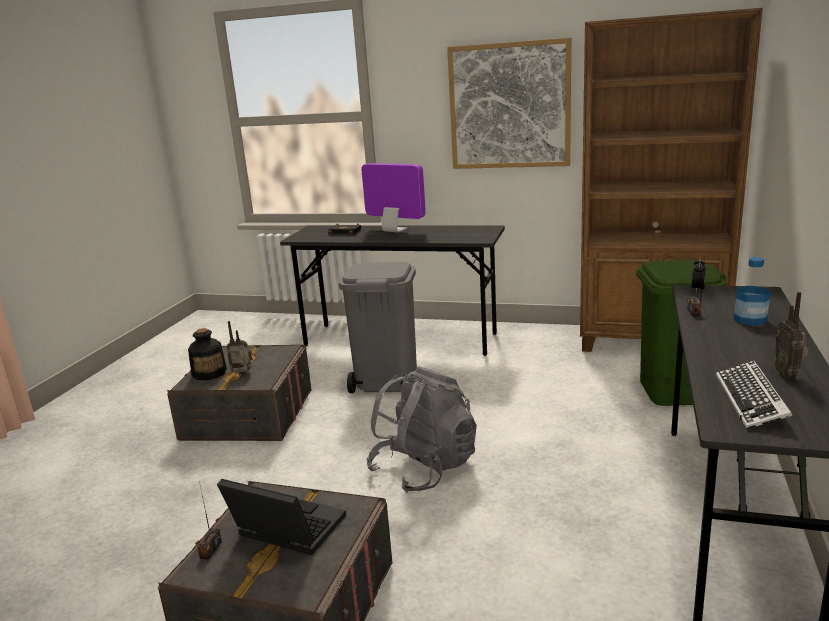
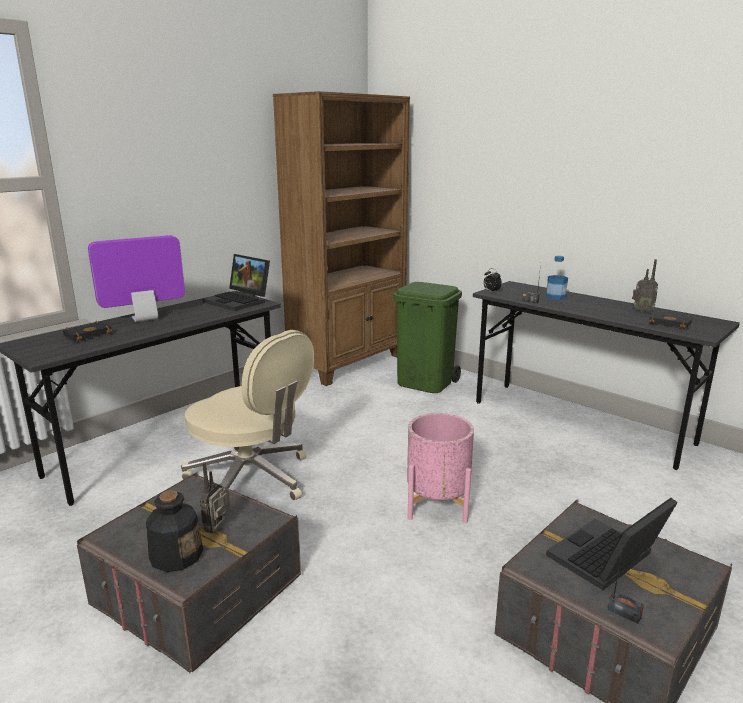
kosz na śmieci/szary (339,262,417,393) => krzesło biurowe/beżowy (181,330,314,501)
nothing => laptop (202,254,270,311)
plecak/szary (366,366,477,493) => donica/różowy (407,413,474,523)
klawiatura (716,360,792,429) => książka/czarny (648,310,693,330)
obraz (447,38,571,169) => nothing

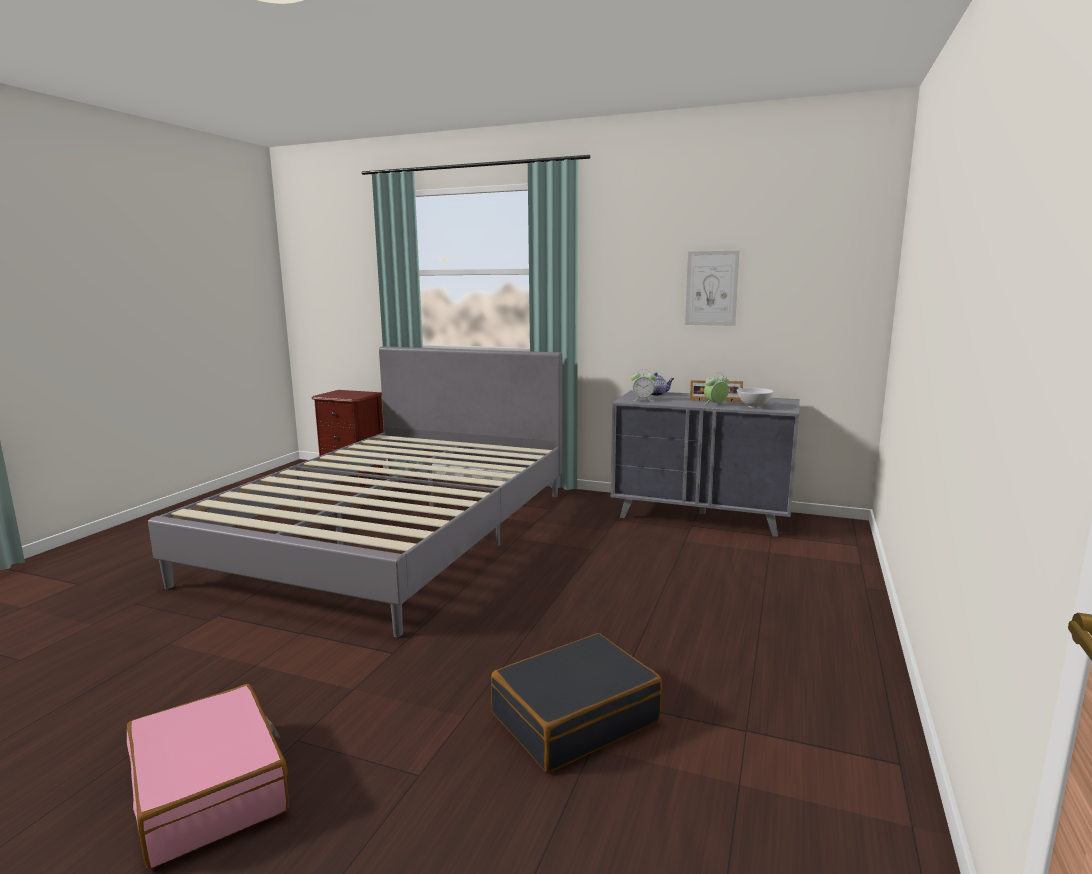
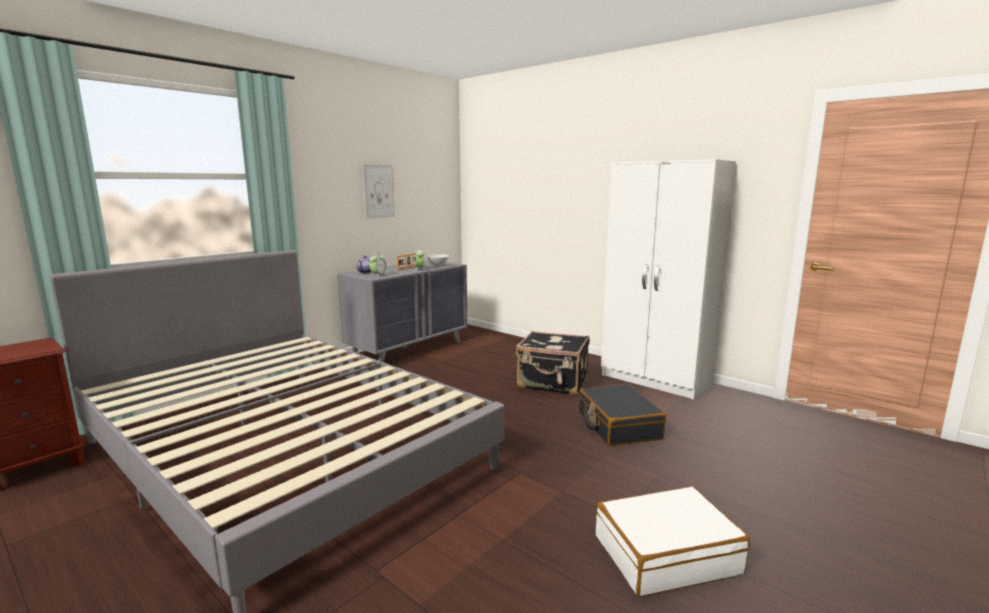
nothing => walizka/czarny (516,331,590,395)
walizka/różowy (127,684,289,869) => walizka/biały (595,486,750,597)
nothing => szafa/biały (601,159,736,400)

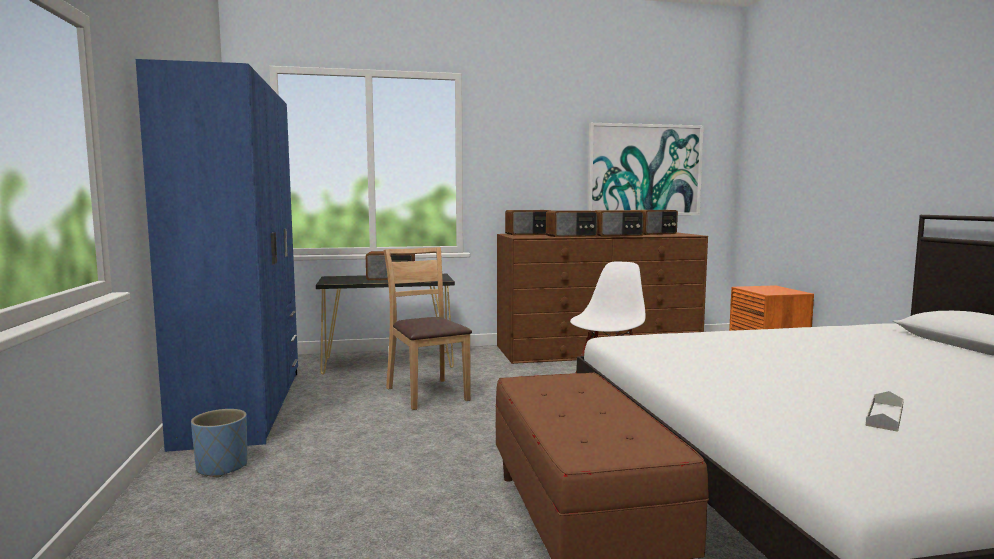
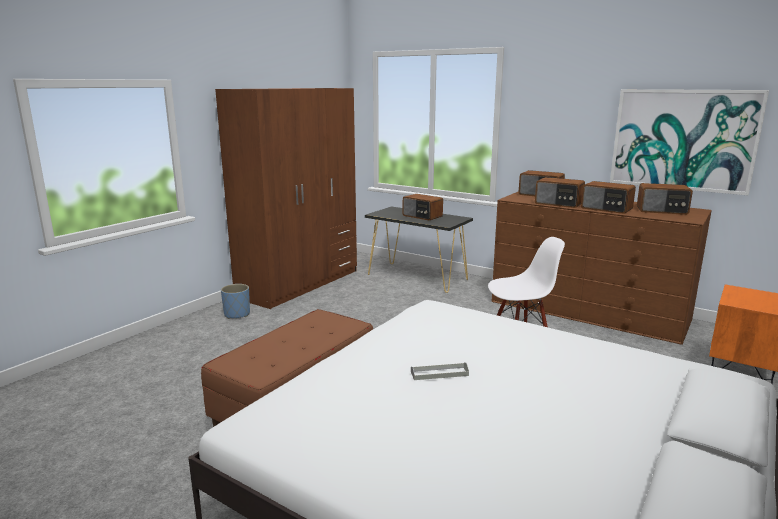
szafa/niebieski (136,59,298,452) => szafa/brązowy (215,88,357,309)
taca/szary (866,391,904,432) => taca/szary (411,363,469,380), move
krzesło/brązowy (383,247,472,410) => nothing

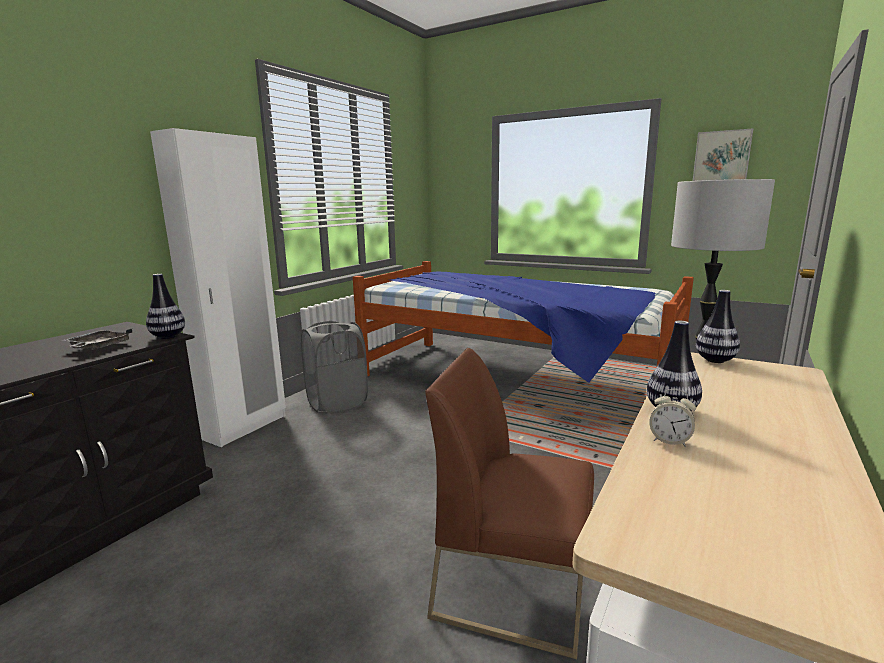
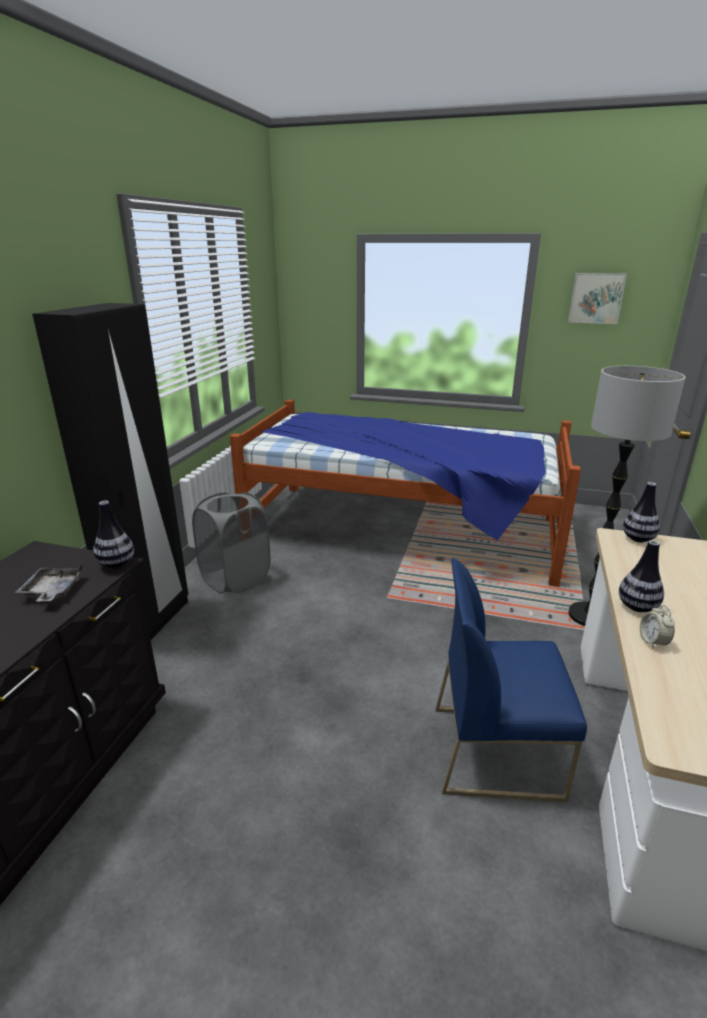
szafa/biały (150,128,286,447) => szafa/czarny (32,303,188,640)
krzesło/brązowy (425,348,594,659) => krzesło/niebieski (435,558,587,802)
budzik (649,389,696,447) => budzik (640,605,675,648), 75 degrees clockwise

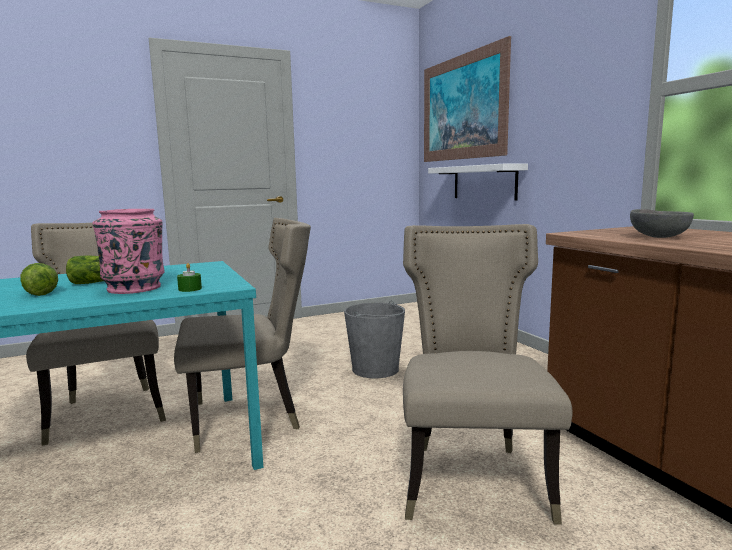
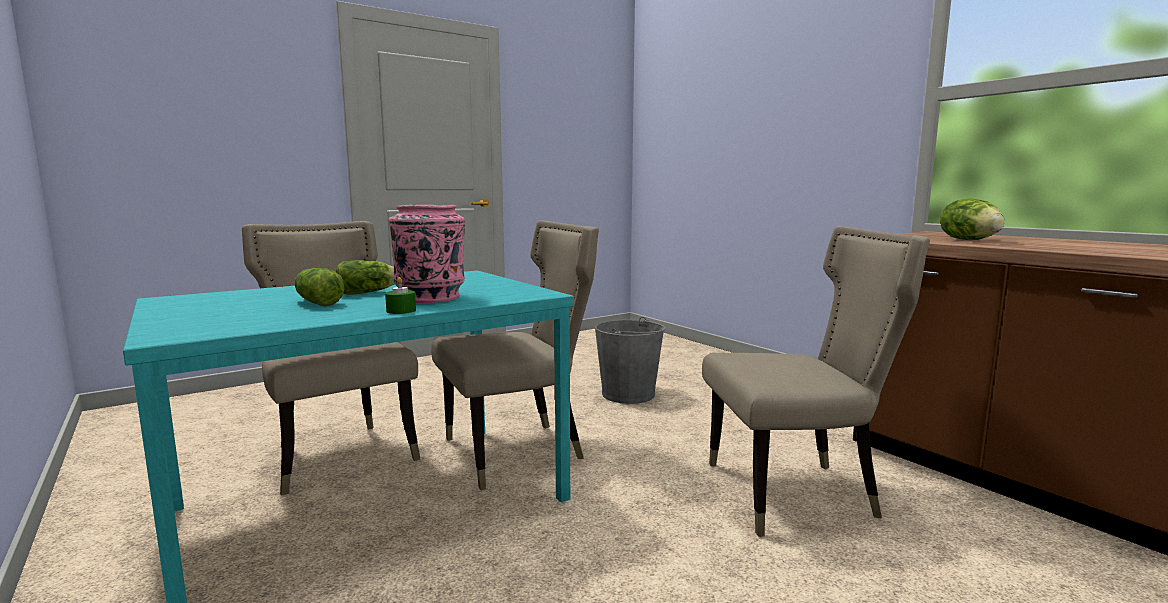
świeca/zielony (177,263,202,292) => świeca/zielony (385,277,416,314), move
krzesło/beżowy (403,224,573,525) => krzesło/beżowy (702,226,930,537), 90 degrees clockwise
miska/szary (630,209,694,238) => sałata (940,199,1005,240)
obraz (424,36,511,162) => nothing
półka/biały (428,163,528,200) => nothing

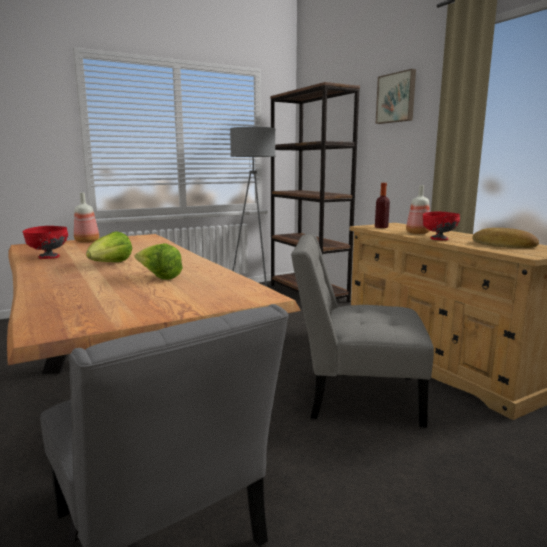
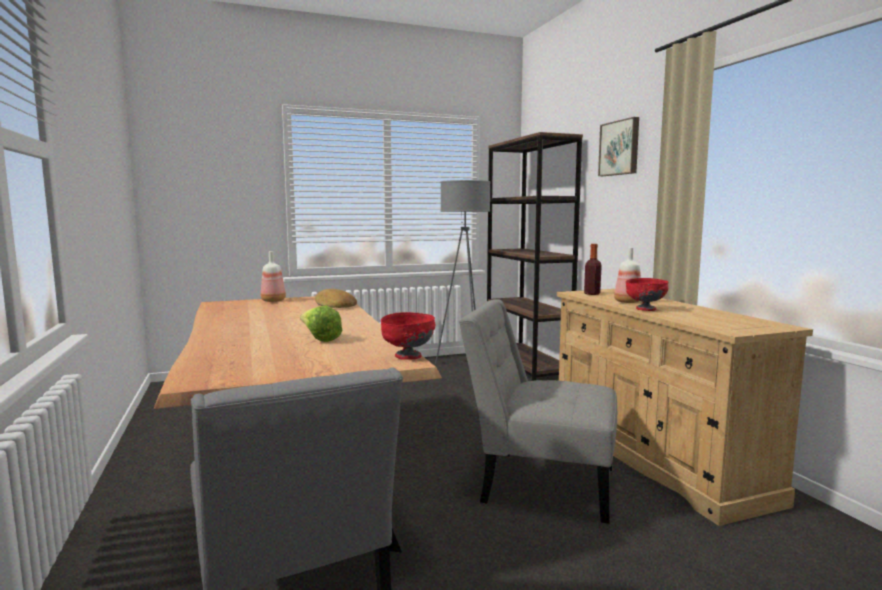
chleb (472,228,539,248) => chleb (315,289,357,308), move
miska/czerwony (23,226,68,259) => miska/czerwony (381,312,435,360), move
sałata (86,231,132,262) => nothing

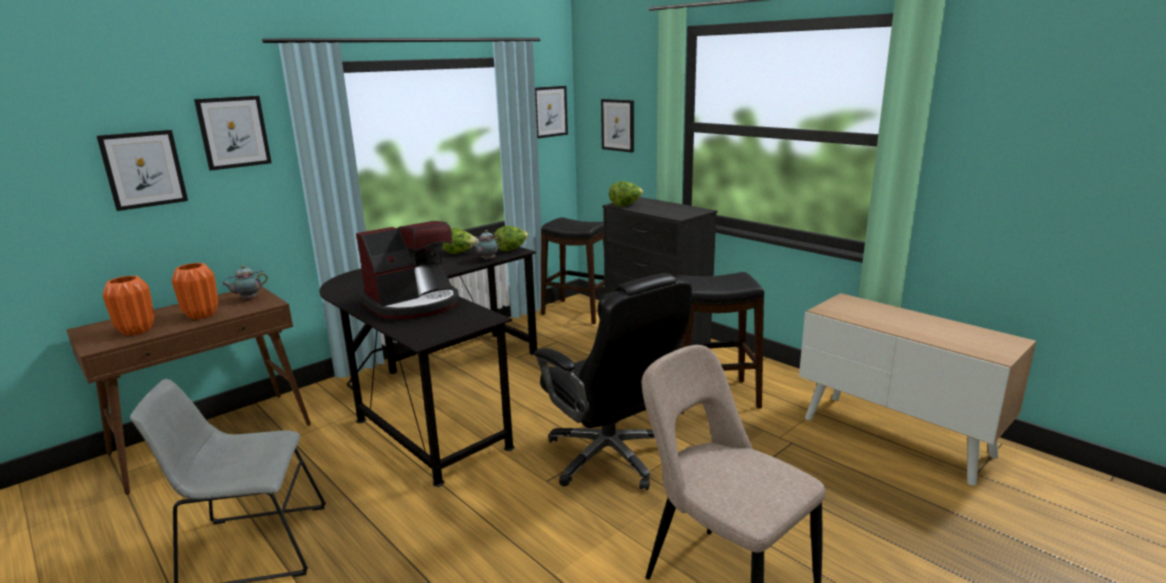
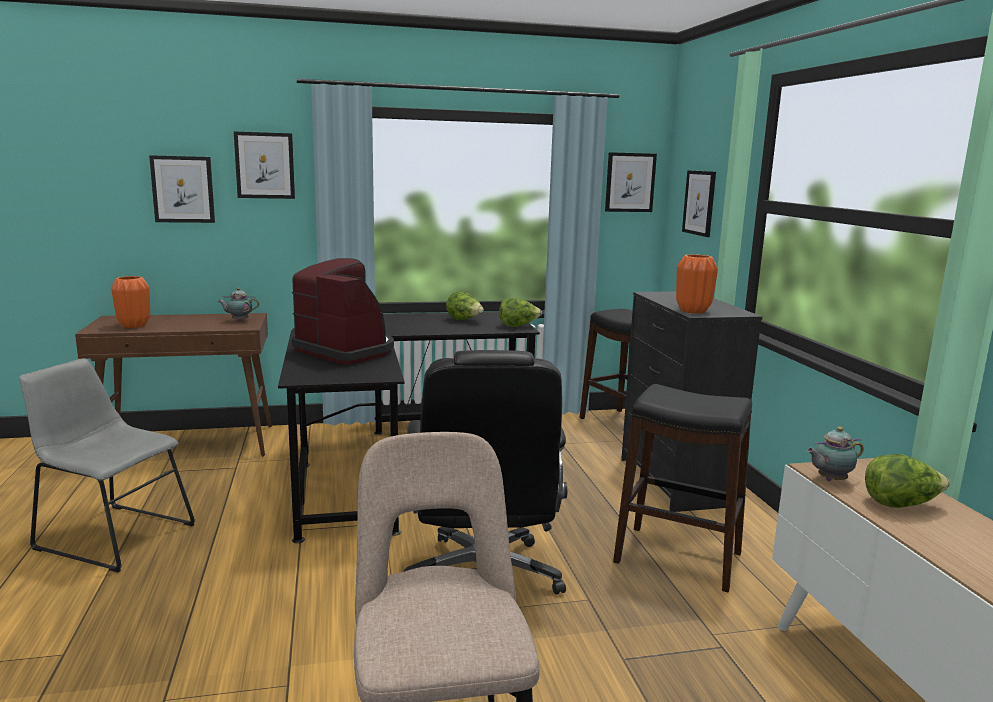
ekspres do kawy (356,221,459,319) => ekspres do kawy (291,258,394,365), 135 degrees counterclockwise
wazon/pomarańczowy (171,263,218,320) => wazon/pomarańczowy (676,254,718,314), move
imbryk (472,230,501,260) => imbryk (806,427,864,481), move
sałata (609,181,643,207) => sałata (865,454,950,508), move

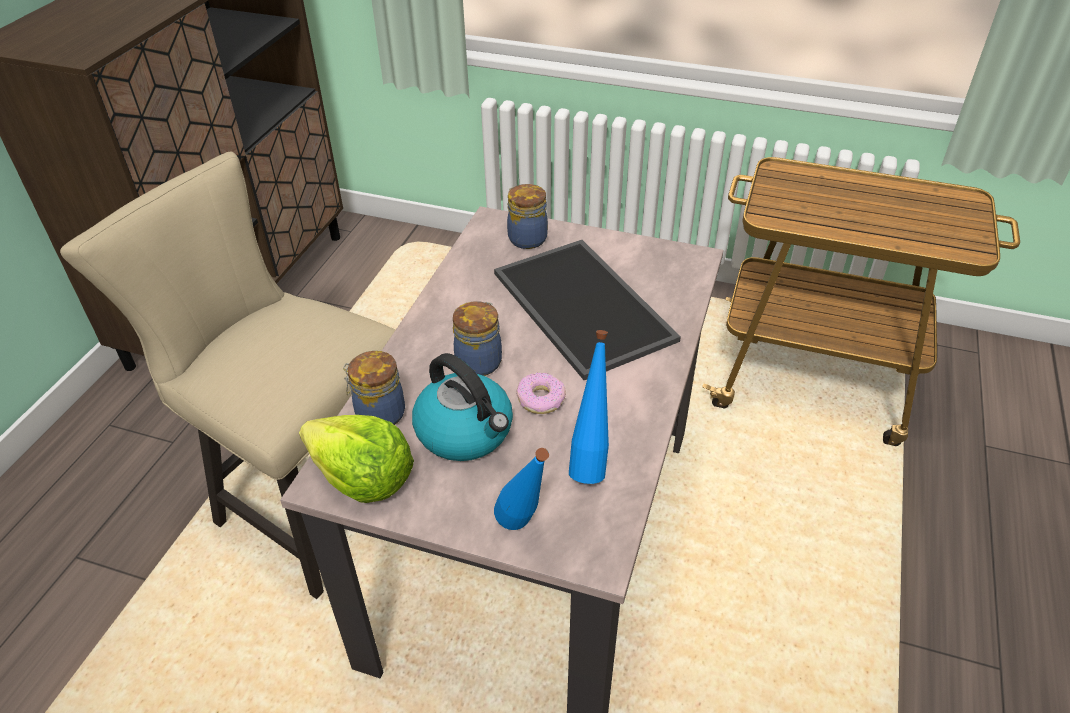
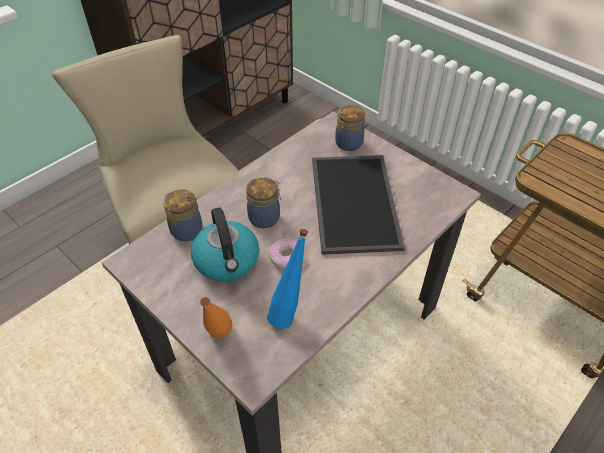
butelka/niebieski (494,448,549,530) => butelka/pomarańczowy (200,297,232,338)
sałata (299,415,414,503) => nothing

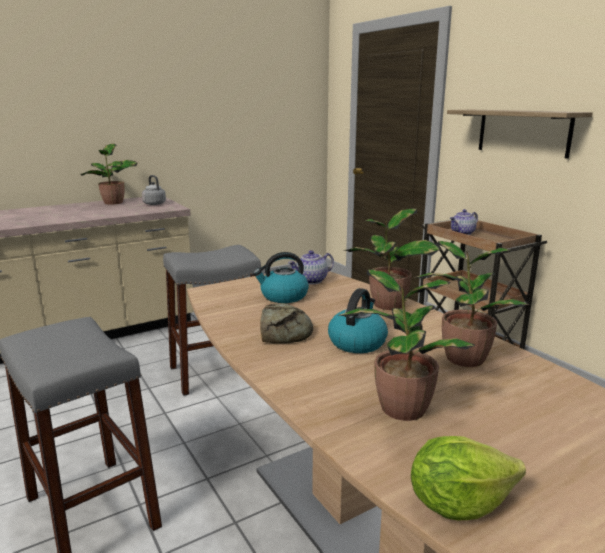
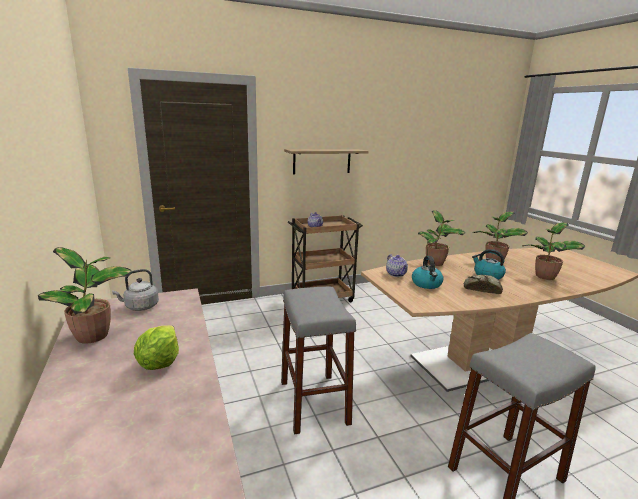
sałata (411,436,526,521) => sałata (134,325,179,370), move

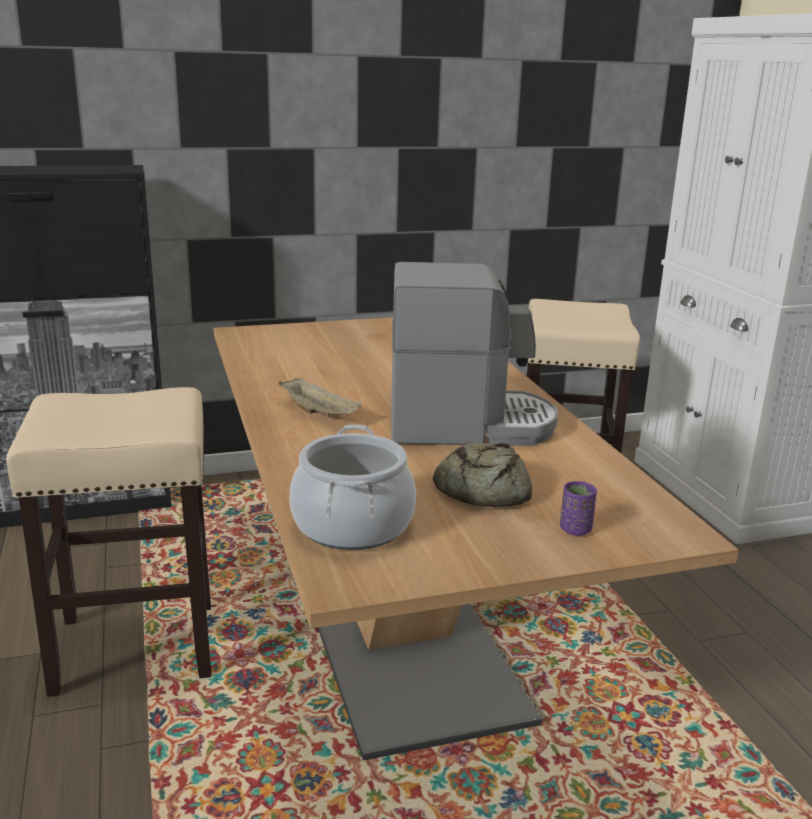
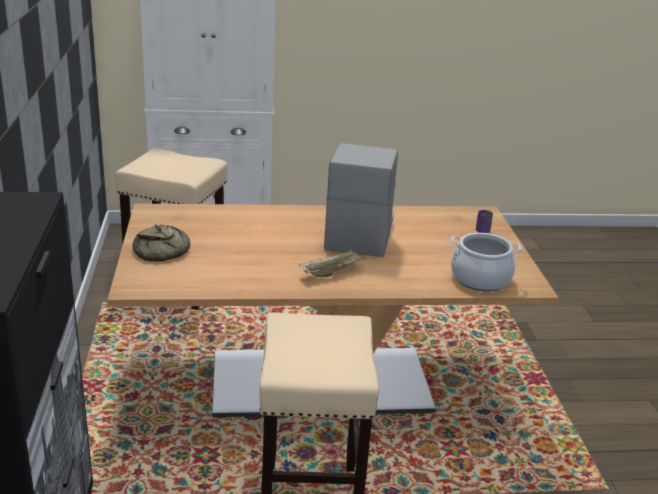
chleb (433,442,532,507) => chleb (132,224,190,261), move

